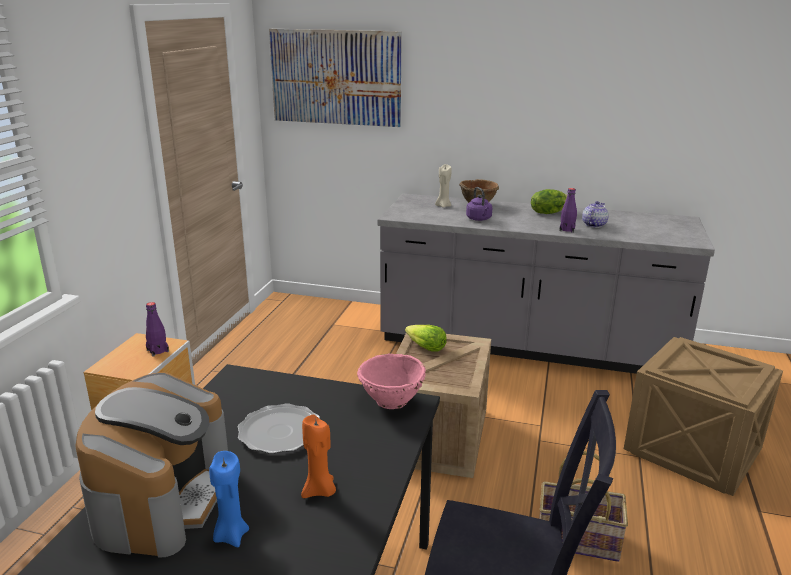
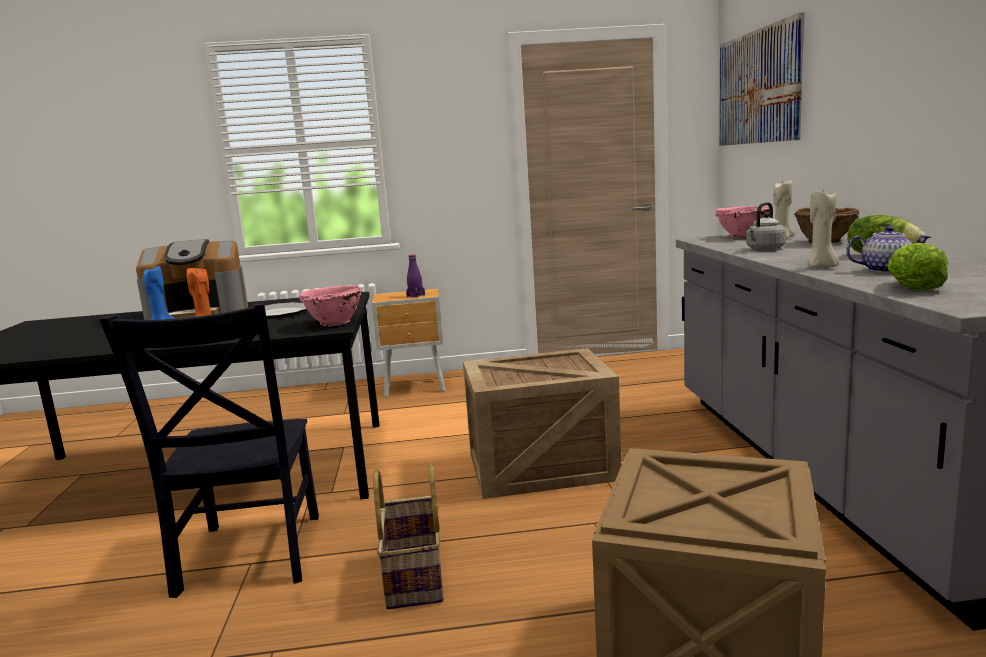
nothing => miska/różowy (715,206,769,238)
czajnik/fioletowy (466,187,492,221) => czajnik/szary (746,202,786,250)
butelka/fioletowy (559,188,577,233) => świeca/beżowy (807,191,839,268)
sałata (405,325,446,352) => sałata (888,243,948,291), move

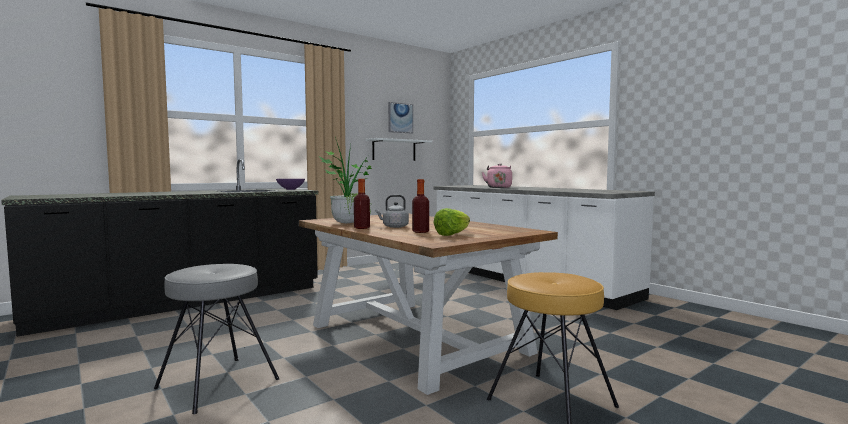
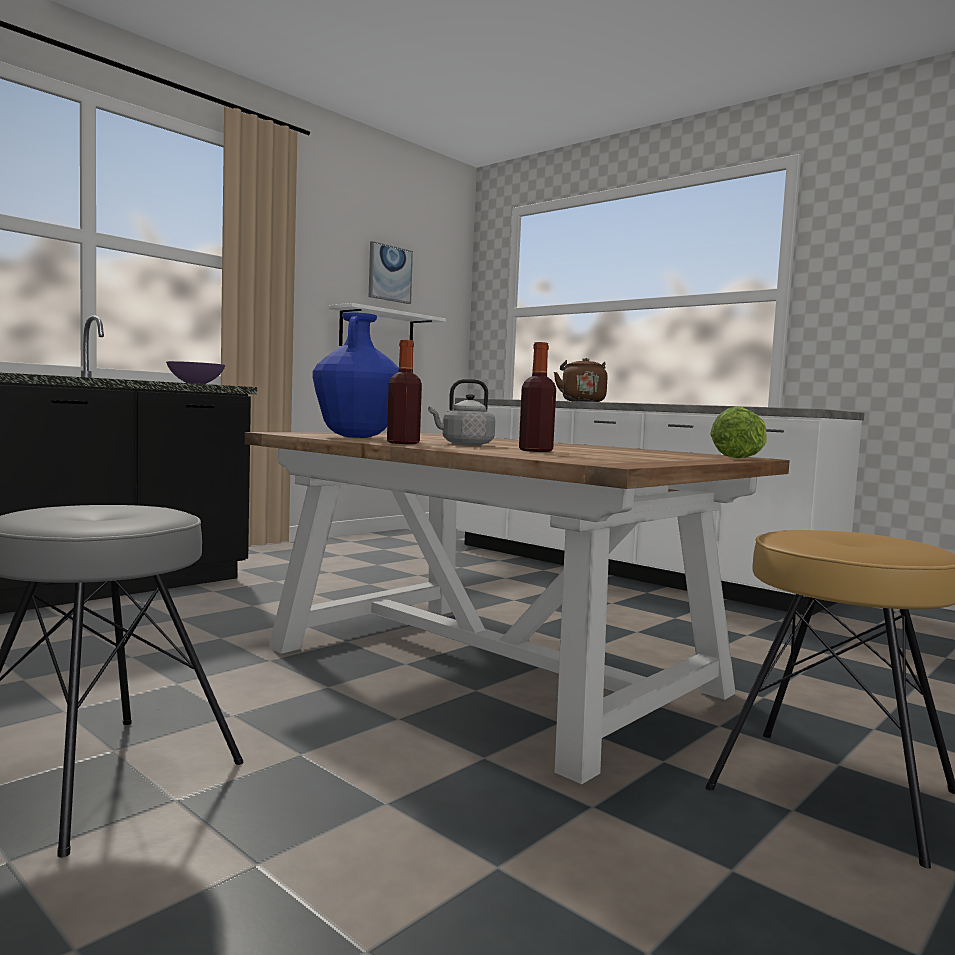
roślina doniczkowa (320,137,372,223) => wazon/niebieski (312,312,399,438)
czajnik/różowy (482,164,512,188) => czajnik/brązowy (554,358,608,402)
sałata (433,208,470,236) => sałata (710,406,767,459), move

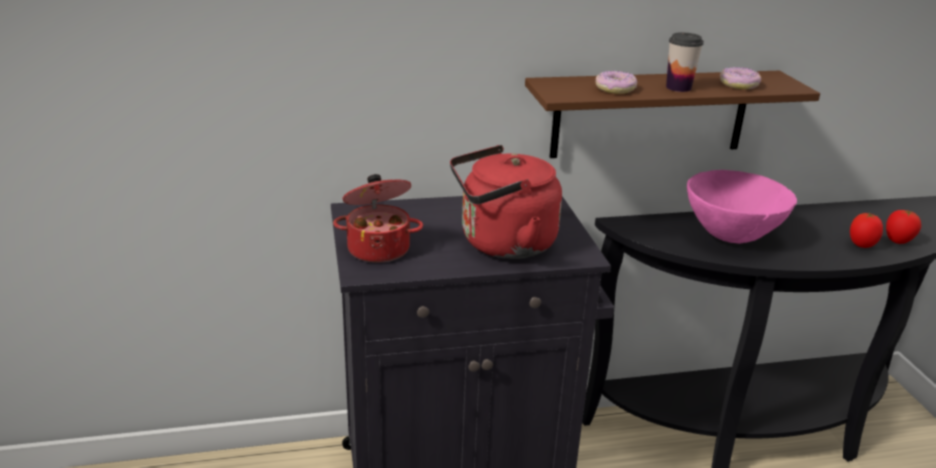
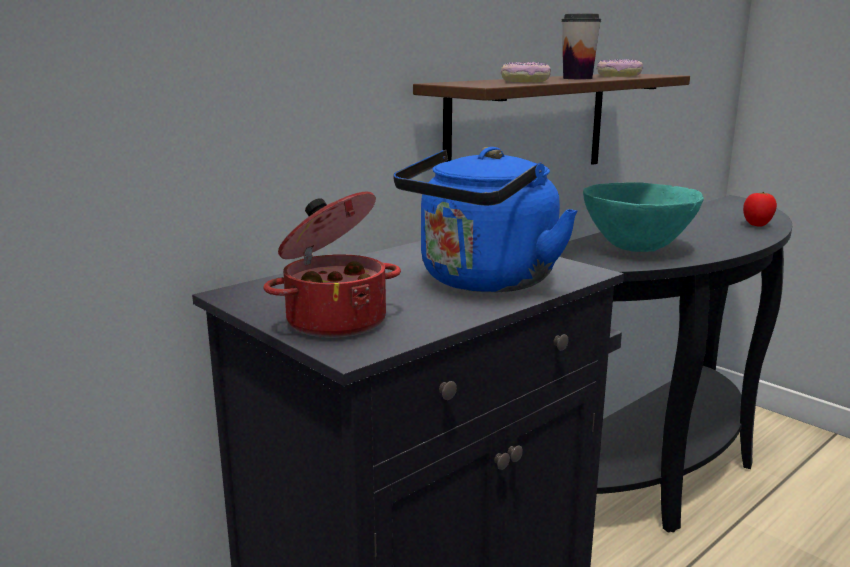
czajnik/czerwony (450,145,562,259) => czajnik/niebieski (393,147,578,292)
miska/różowy (687,170,797,244) => miska/turkusowy (583,182,704,252)
pomidor (850,213,883,248) => nothing

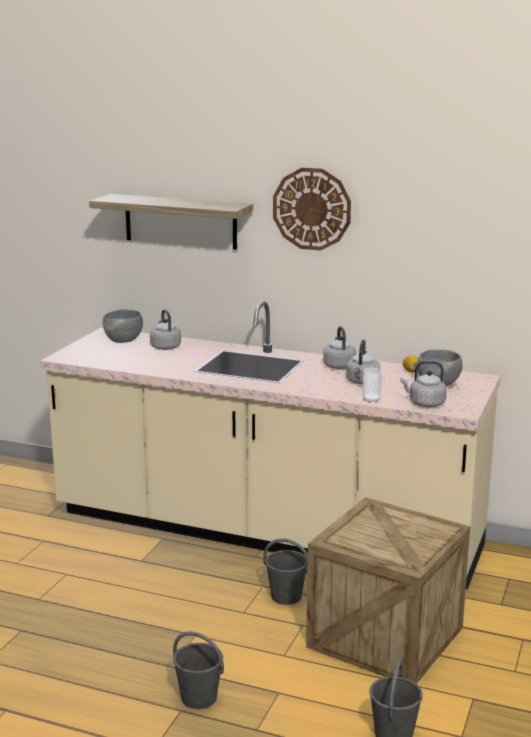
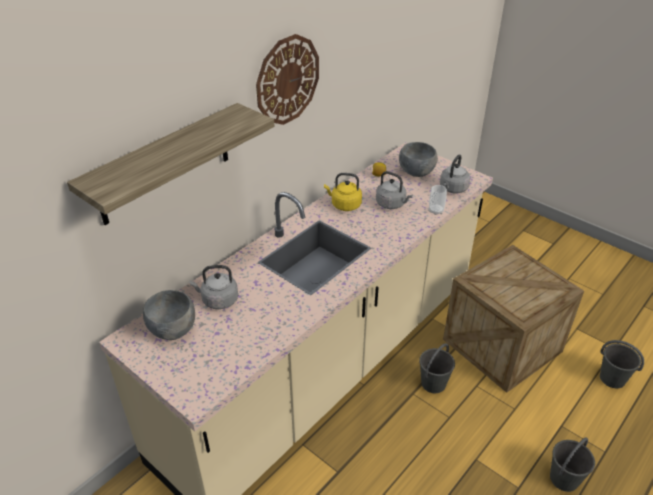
czajnik/szary (323,326,356,369) => czajnik/żółty (324,173,362,211)

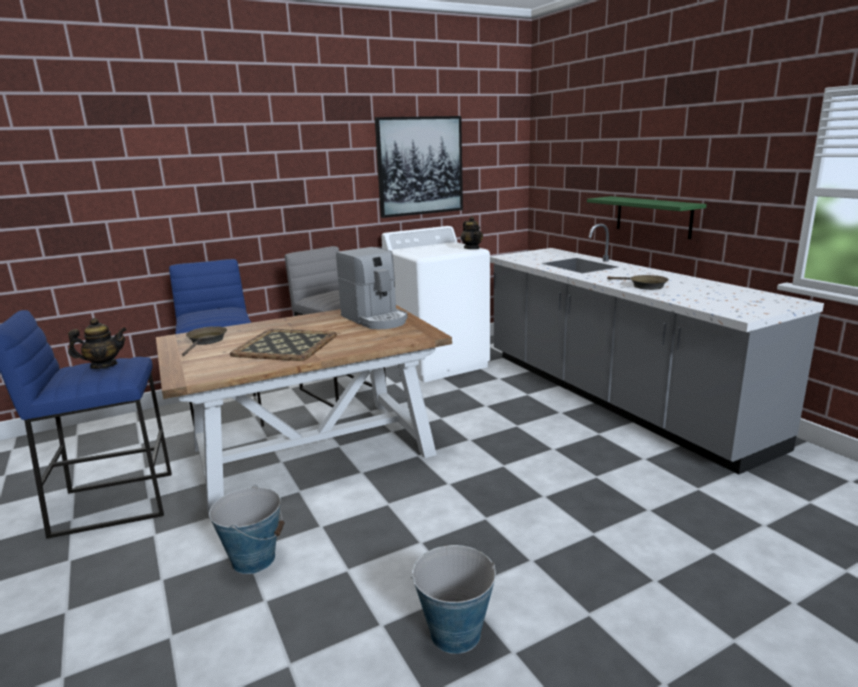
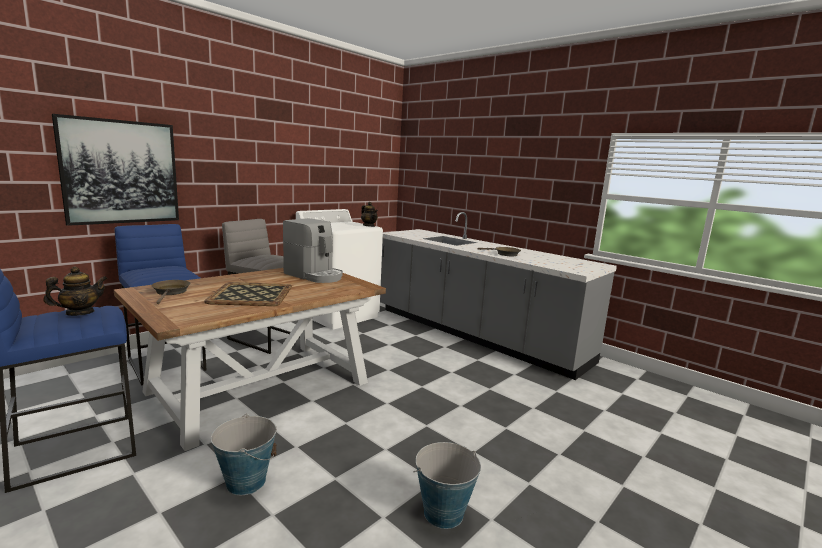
obraz (375,116,463,218) => obraz (52,114,179,226), move
półka/zielony (587,196,707,239) => nothing

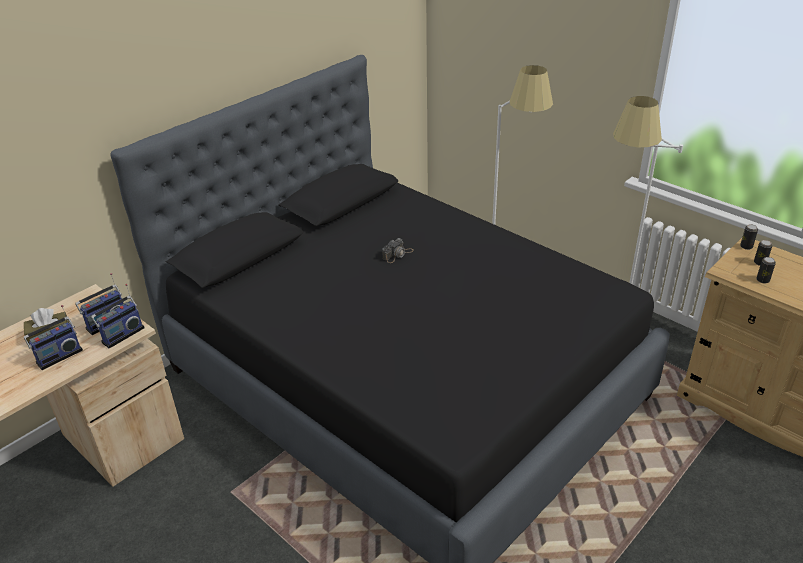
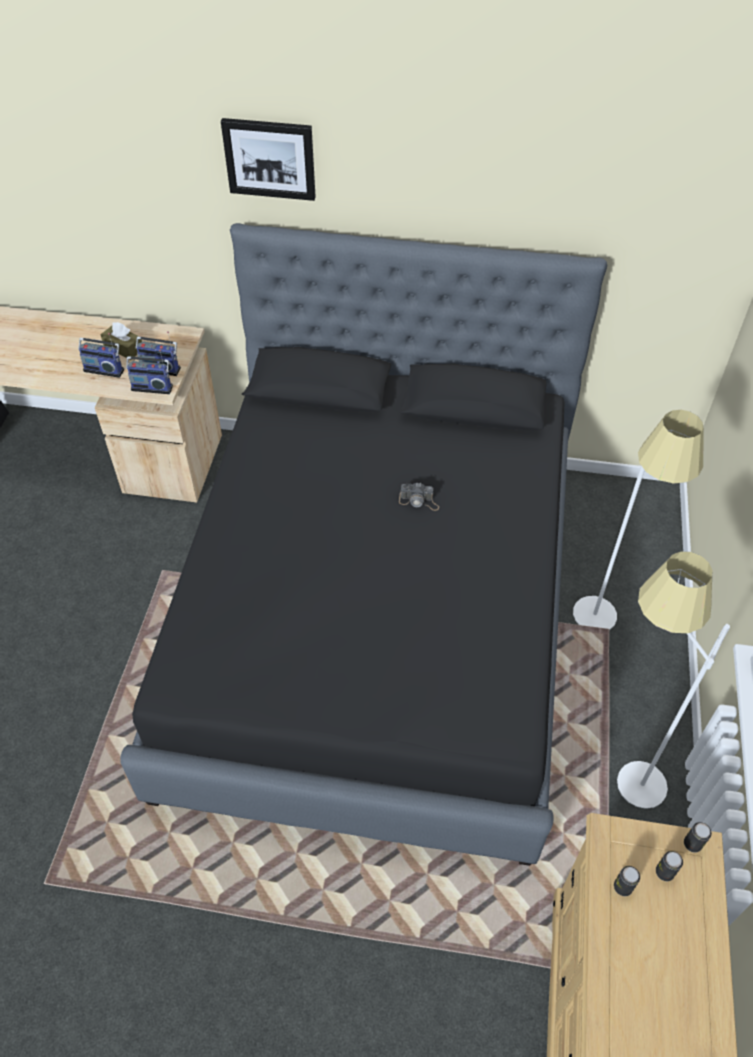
nothing => obraz (221,118,316,201)

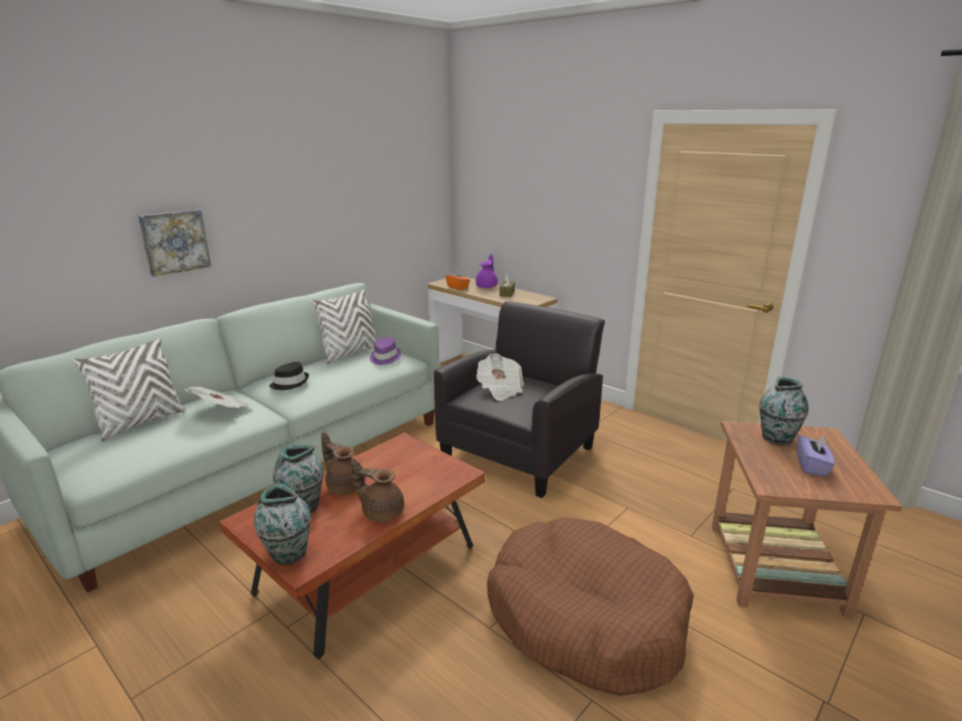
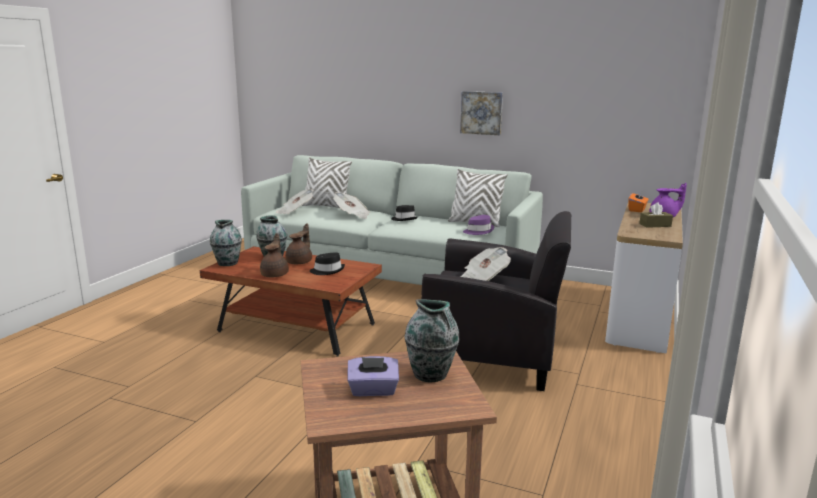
nothing => gazeta (276,189,314,214)
nothing => kapelusz/czarny (310,252,345,275)
obraz (138,209,211,277) => obraz (460,91,503,135), move
legowisko/brązowy (487,517,694,696) => nothing

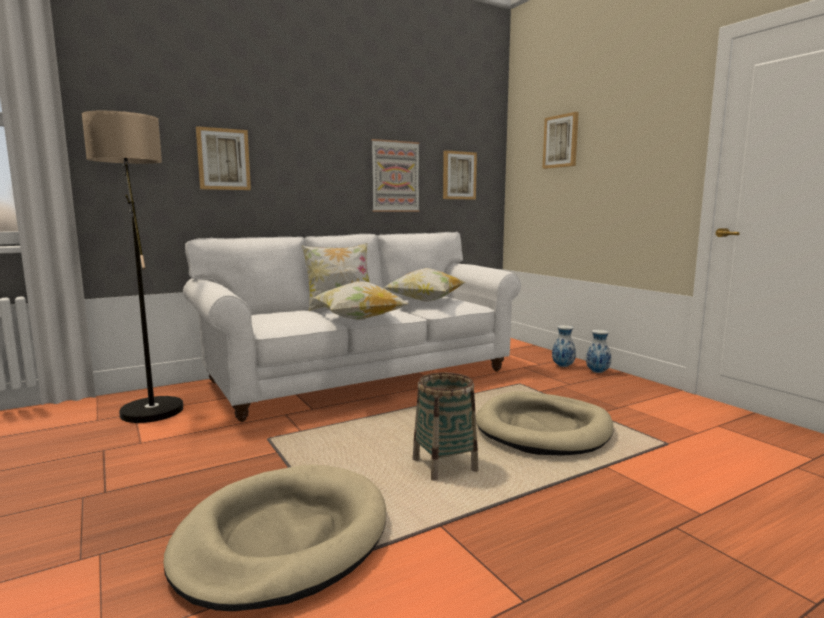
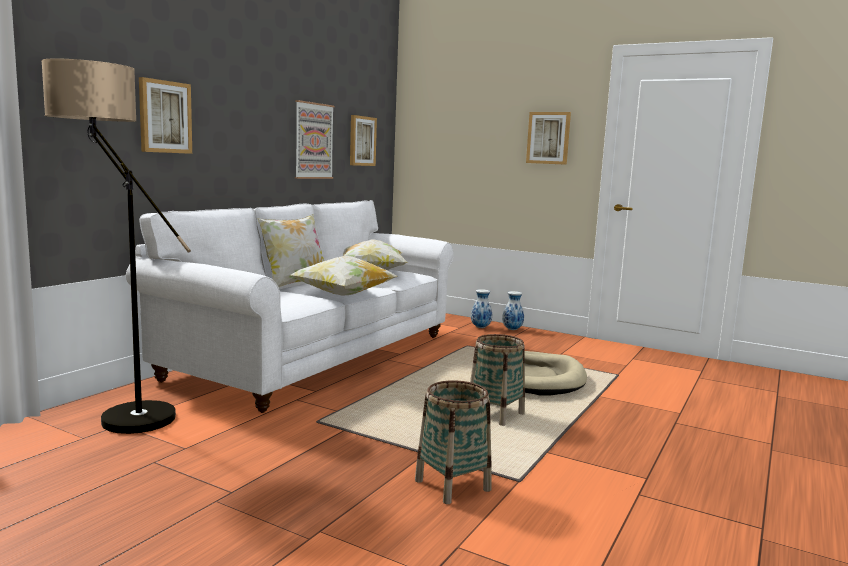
legowisko/beżowy (163,465,386,611) => koszyk (415,380,492,504)
obraz (542,112,579,169) => obraz (526,112,571,165), move

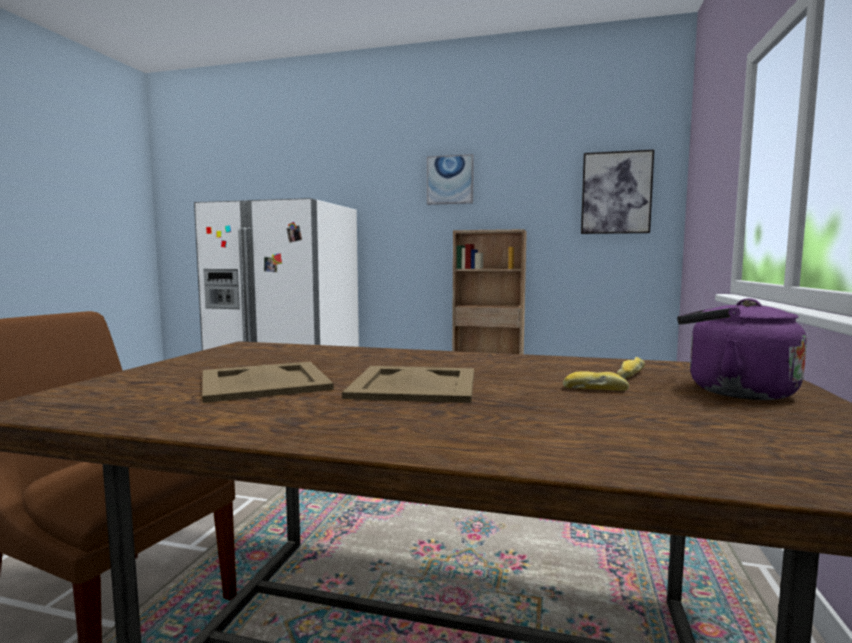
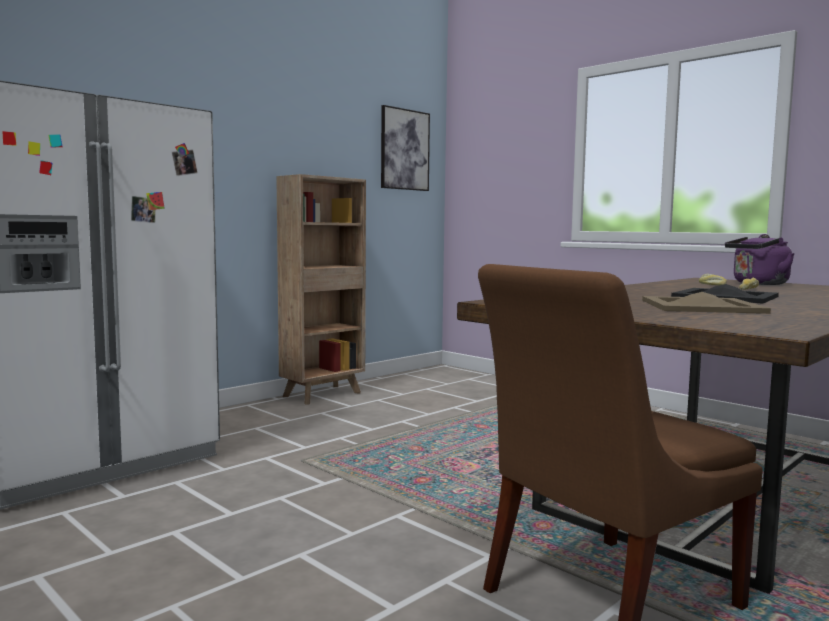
taca/beżowy (342,366,474,403) => taca/czarny (671,284,779,304)
obraz (427,154,474,205) => nothing

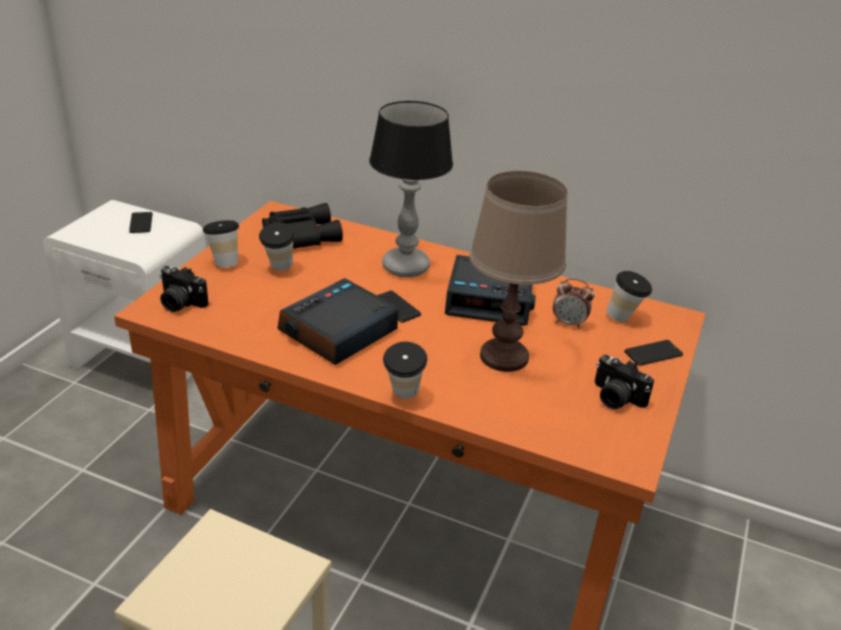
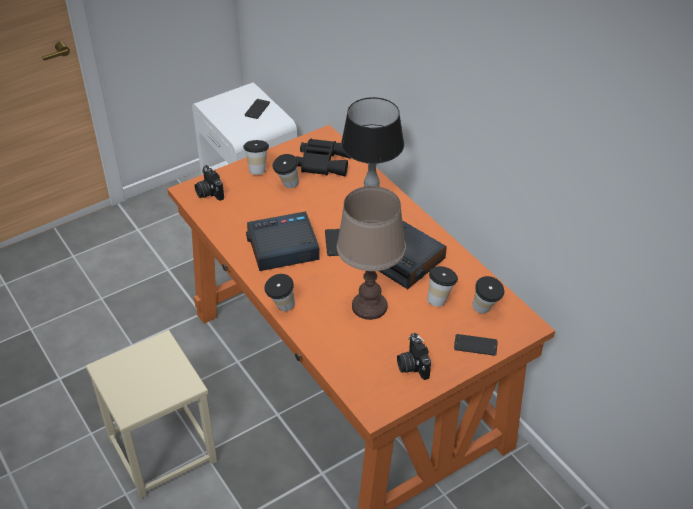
budzik (553,278,595,329) => filiżanka (427,266,458,307)

